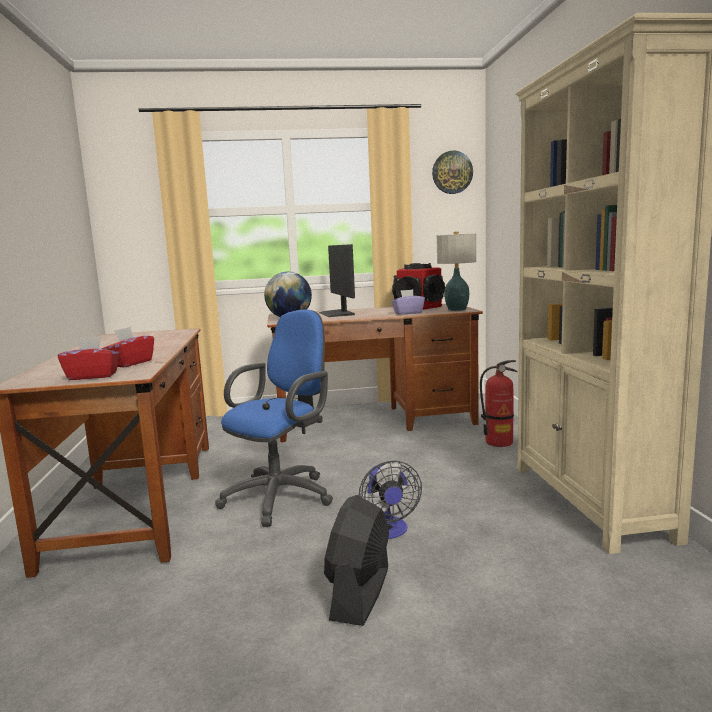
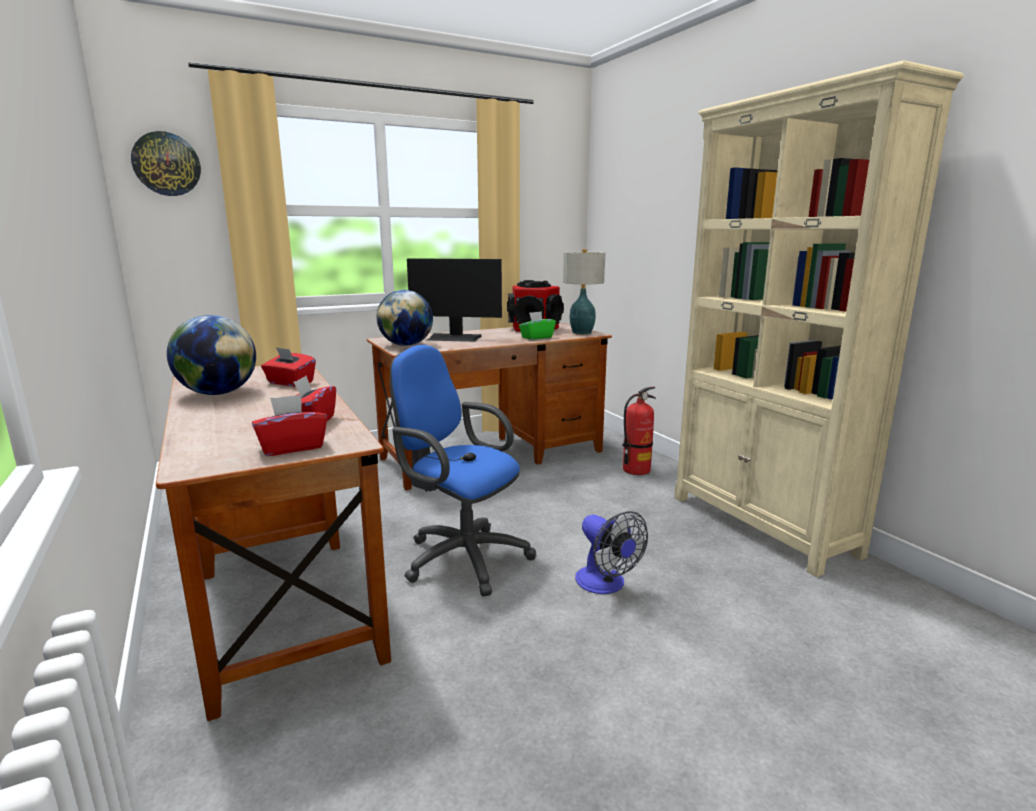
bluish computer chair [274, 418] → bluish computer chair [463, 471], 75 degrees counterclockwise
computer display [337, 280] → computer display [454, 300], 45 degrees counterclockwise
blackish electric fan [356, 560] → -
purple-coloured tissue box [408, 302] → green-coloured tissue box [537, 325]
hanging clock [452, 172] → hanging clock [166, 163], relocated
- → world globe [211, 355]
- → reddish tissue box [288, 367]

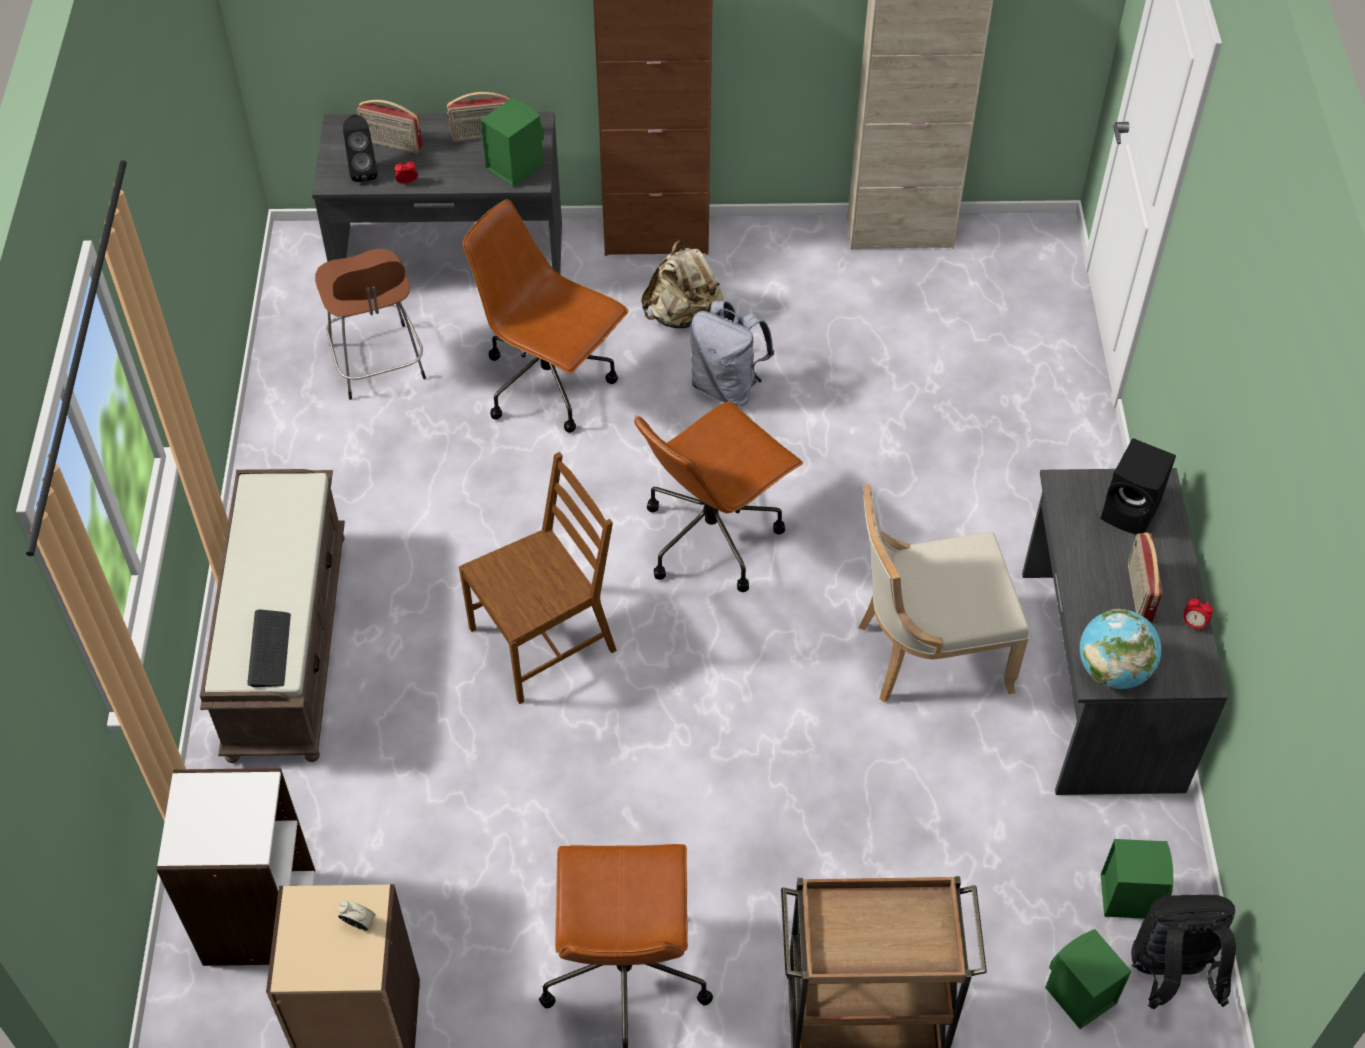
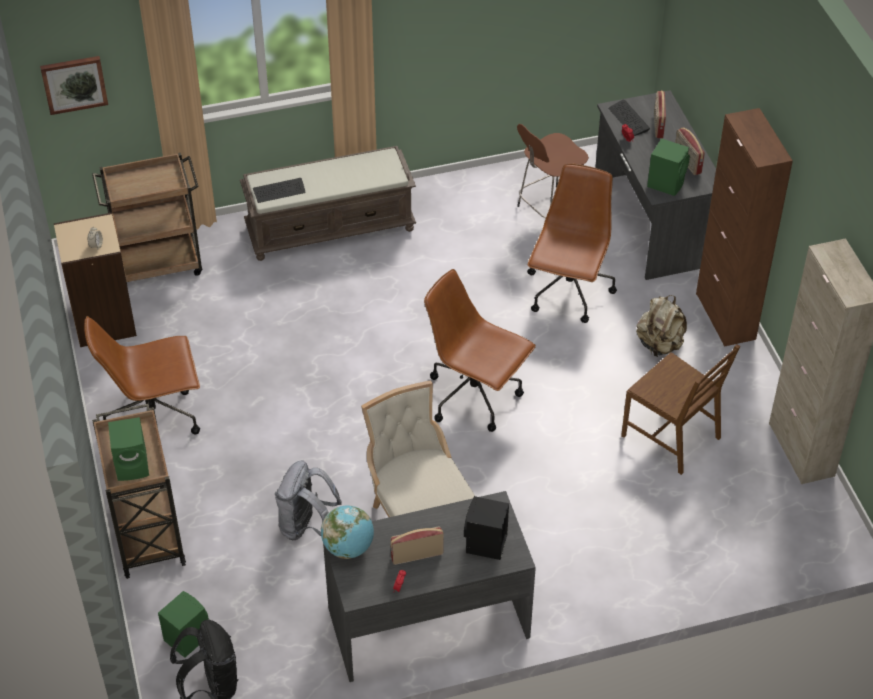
white bookcase [235, 867] → brown-coloured cart [147, 217]
blackish loudspeaker [360, 148] → PC keyboard [629, 118]
brown-coloured plain chair [538, 578] → brown-coloured plain chair [680, 409], relocated
gray backpack [732, 353] → gray backpack [308, 500], relocated
green-coloured loudspeaker [1137, 879] → green-coloured loudspeaker [128, 449], relocated
- → picture [74, 85]

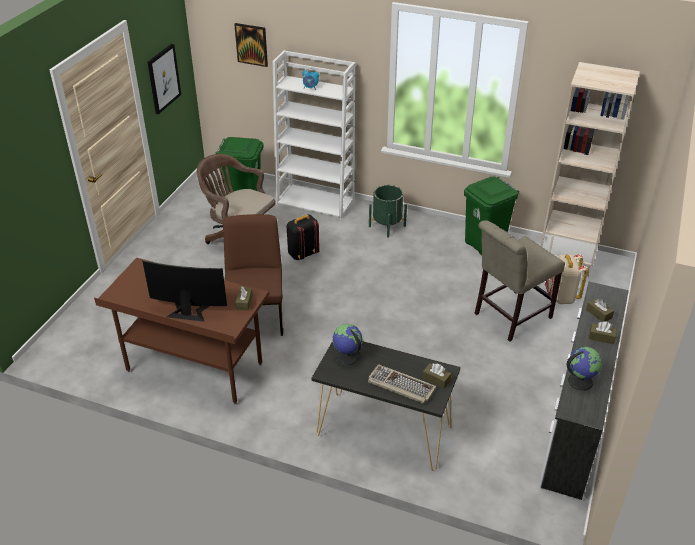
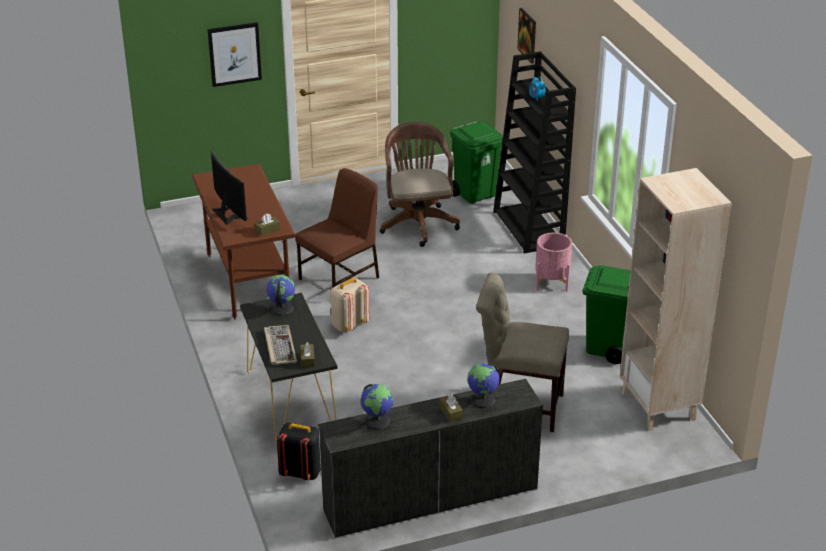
picture [164, 78] → picture [234, 54], relocated
white bookcase [314, 134] → blackish bookcase [534, 152]
blackish backpack [303, 237] → blackish backpack [299, 451], relocated
green-coloured plant pot [388, 211] → pink plant pot [553, 262]
beige backpack [566, 279] → beige backpack [350, 305], relocated
brown-coloured tissue box [600, 310] → world globe [483, 385]

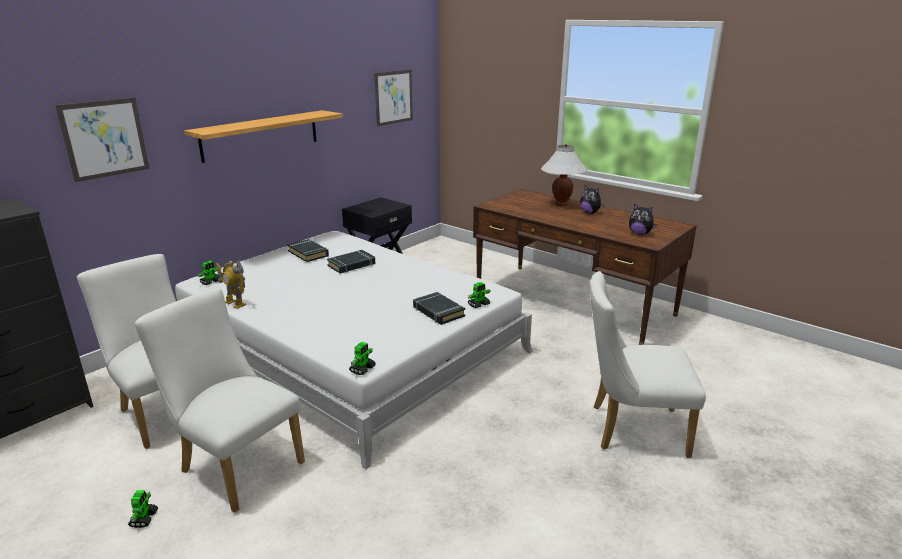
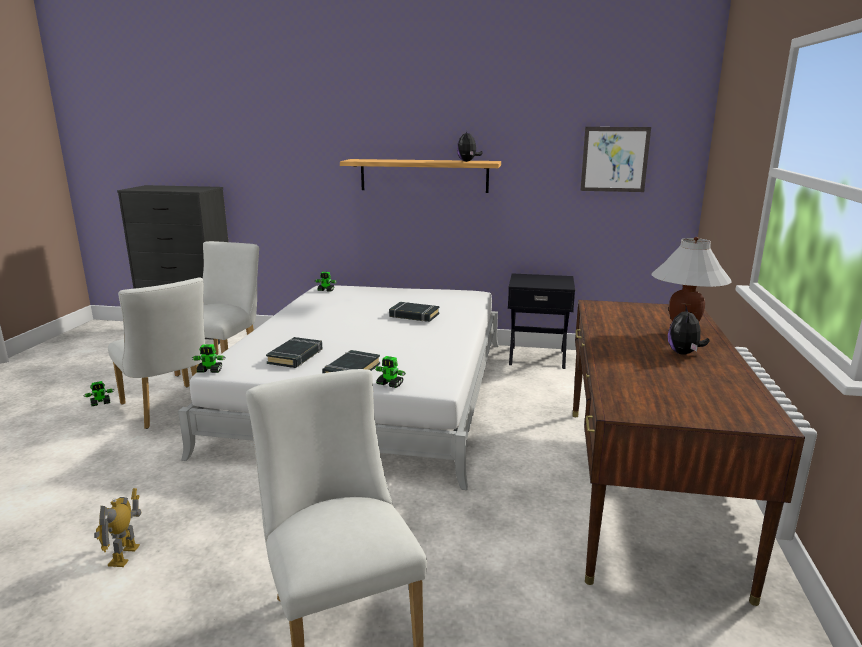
picture [102, 139] → -
white plain chair [220, 400] → white plain chair [156, 353], 135 degrees clockwise
toy robot [231, 284] → toy robot [117, 527], relocated
blackish volume [308, 250] → blackish volume [294, 352], relocated
soft toy [643, 219] → soft toy [470, 146], relocated

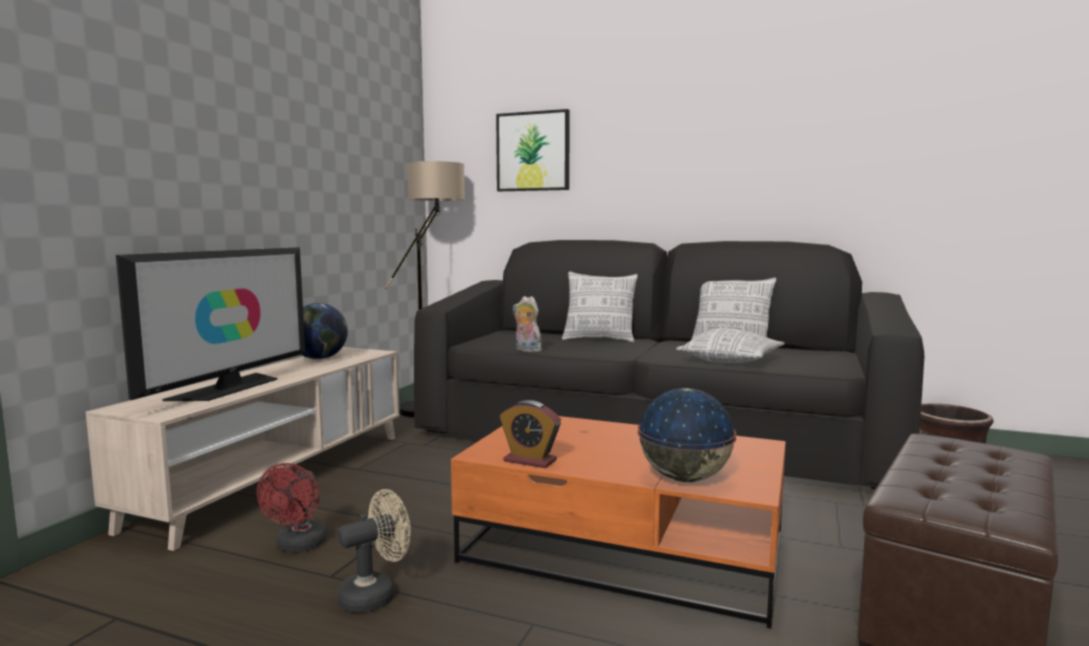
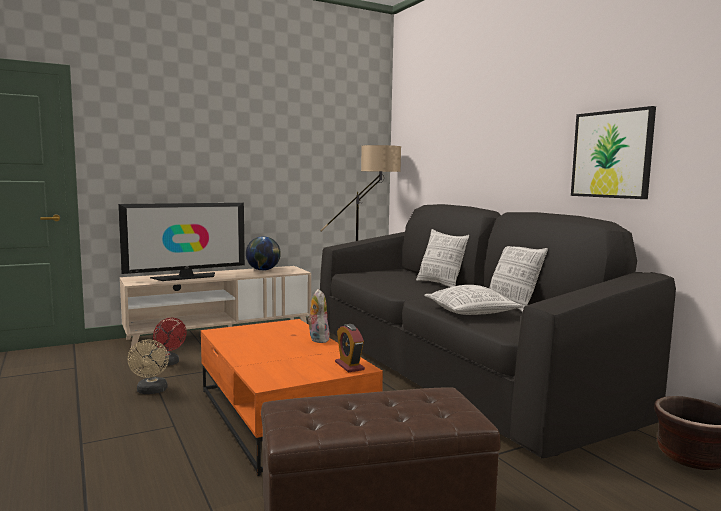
reddish electric fan [292, 507] → reddish electric fan [170, 342], 90 degrees counterclockwise
beige electric fan [374, 551] → beige electric fan [148, 367], 75 degrees clockwise
picture [533, 150] → picture [613, 152], relocated
table clock [530, 434] → table clock [350, 348], relocated
soft toy [527, 324] → soft toy [318, 316], relocated
world globe [687, 435] → -

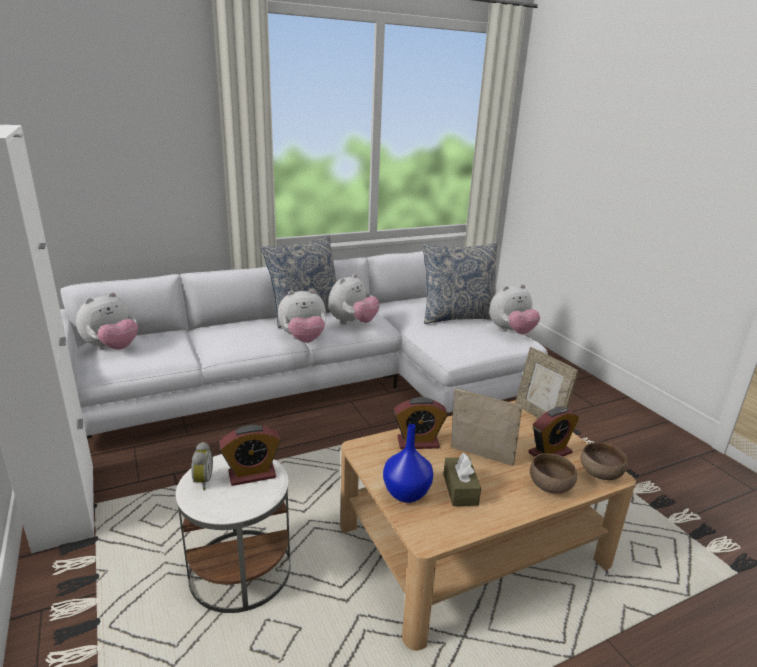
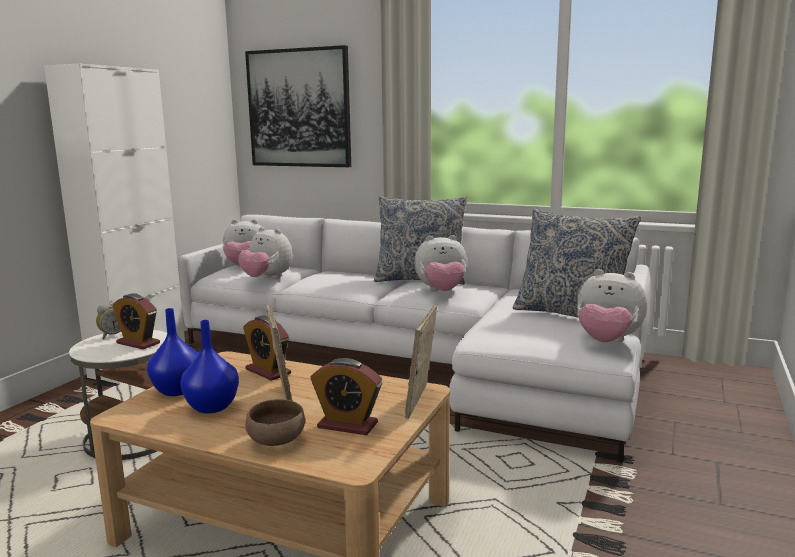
soft toy [302, 316] → soft toy [265, 253], relocated
brown-coloured tissue box [462, 479] → bluish decorative vase [209, 366]
brown-coloured serving bowl [604, 461] → -
- → picture [298, 106]

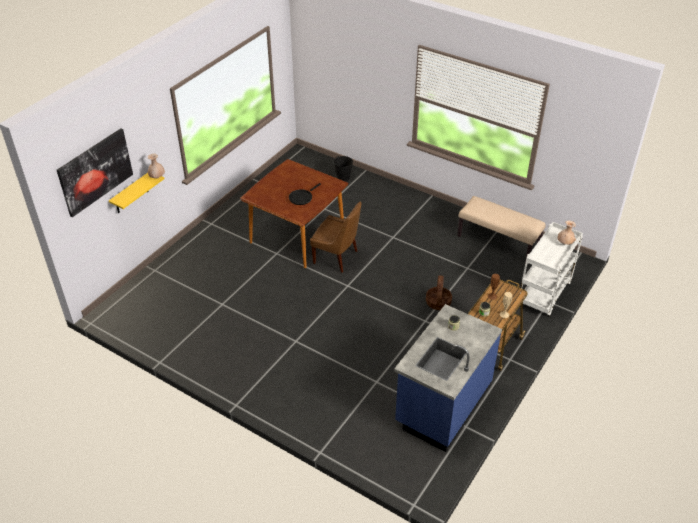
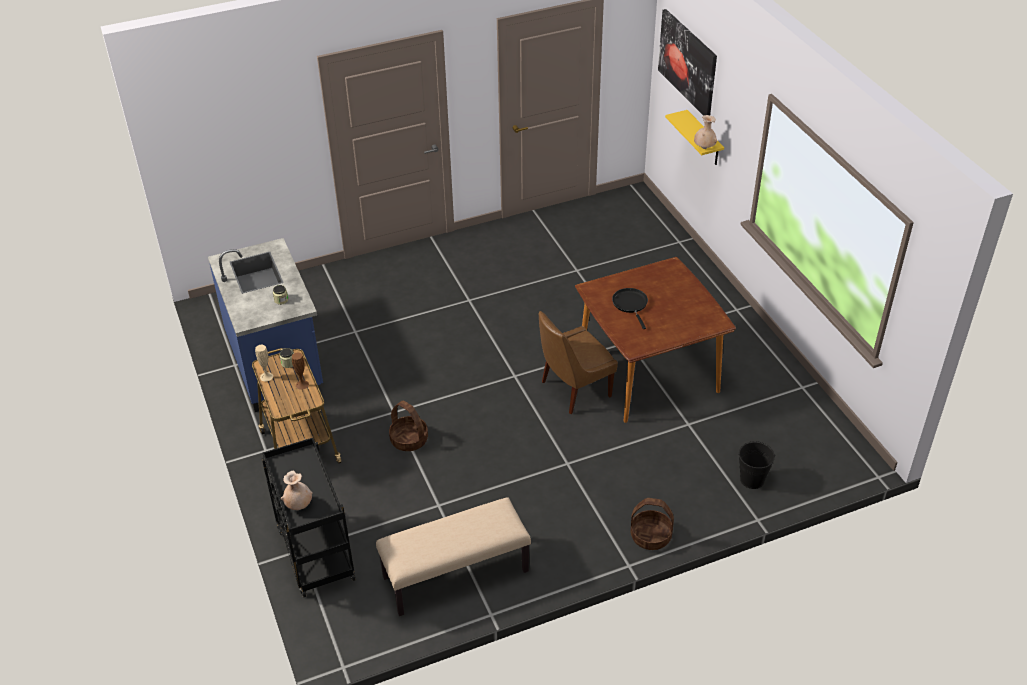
white cart [551, 269] → blackish cart [309, 518]
- → basket [652, 524]

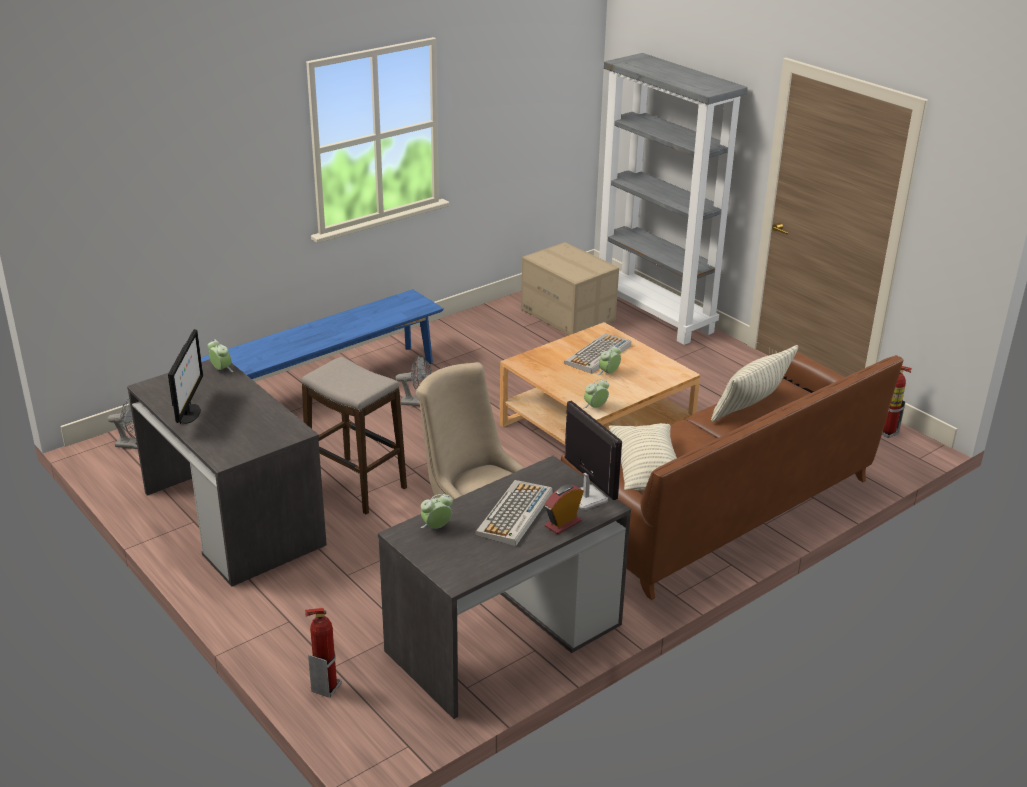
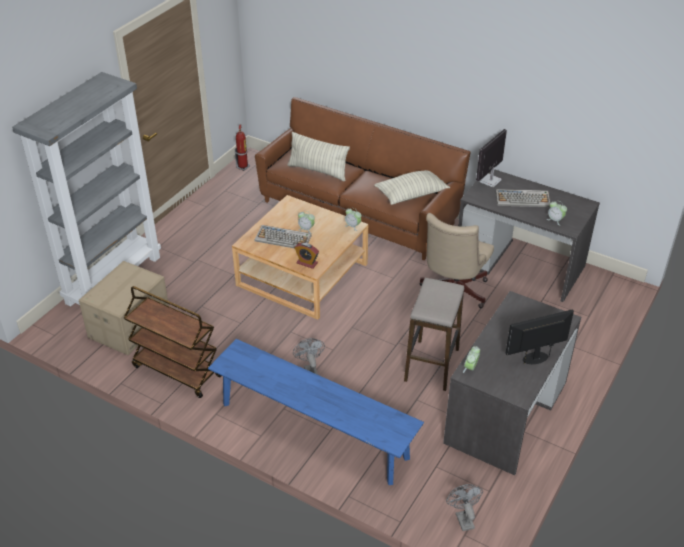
fire-fighting cylinder [323, 653] → -
table clock [564, 509] → table clock [306, 256], relocated
- → brown-coloured cart [172, 342]

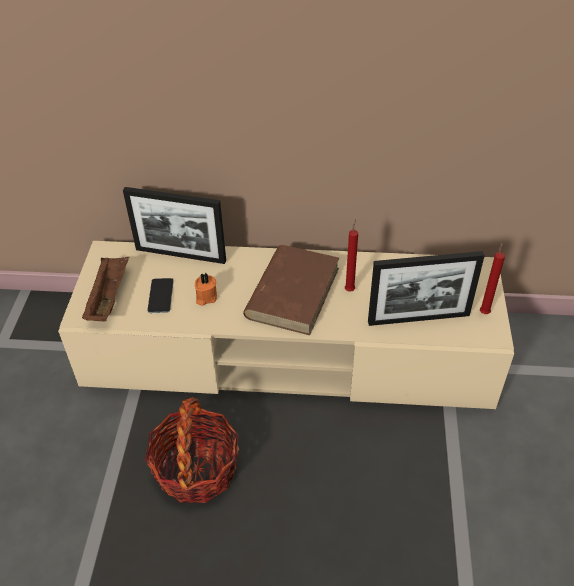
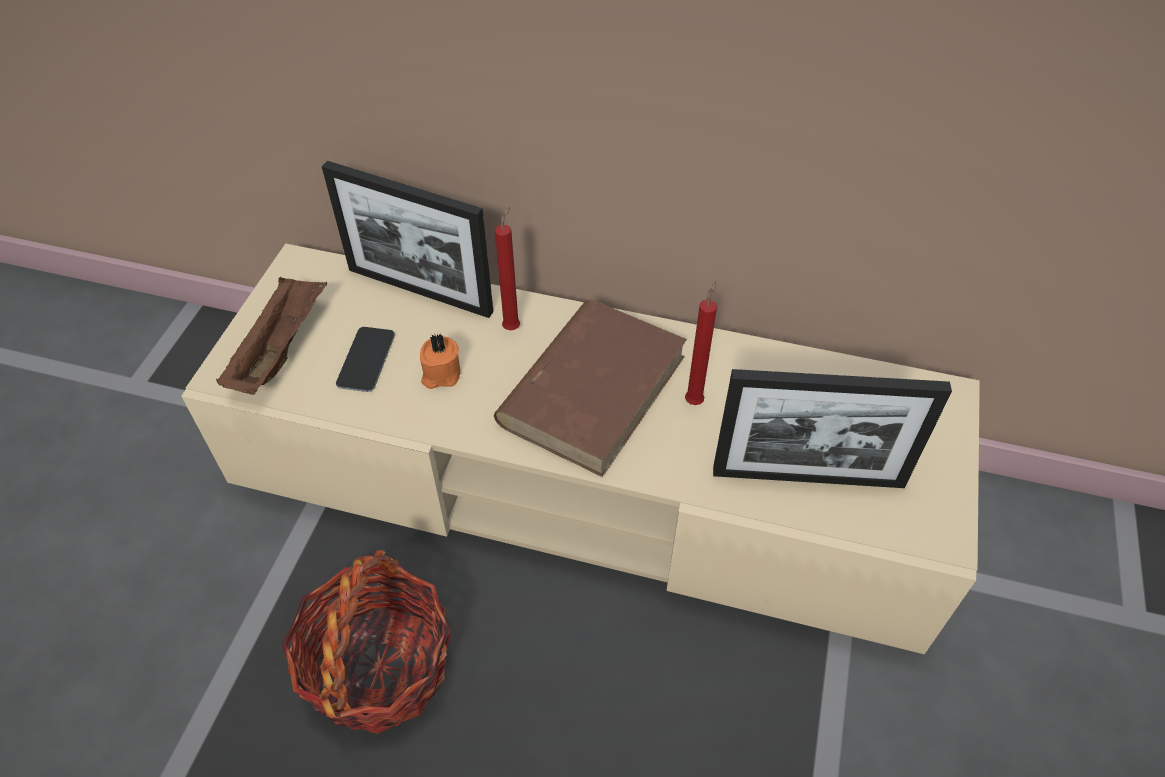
reddish wax candle [492, 277] → reddish wax candle [507, 268], relocated

